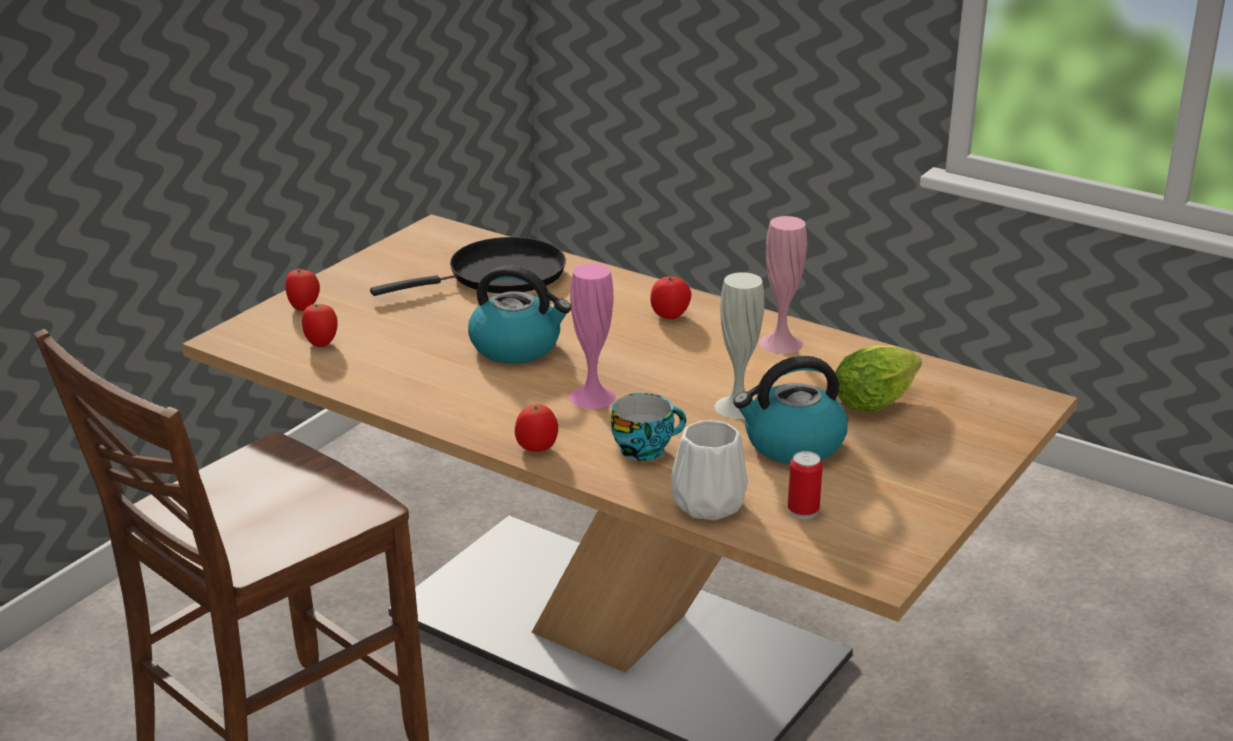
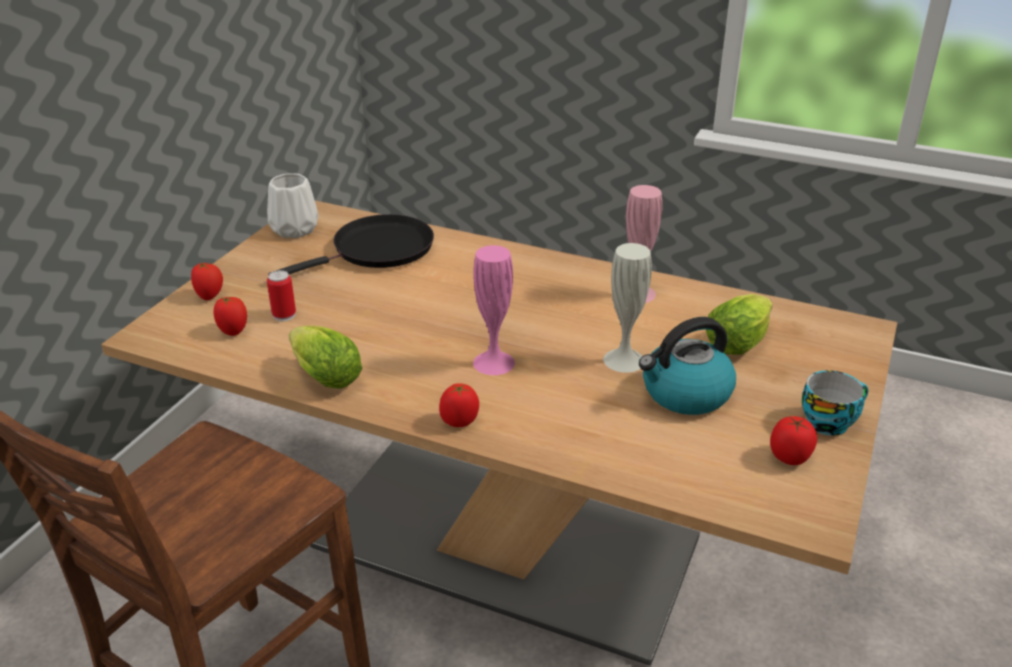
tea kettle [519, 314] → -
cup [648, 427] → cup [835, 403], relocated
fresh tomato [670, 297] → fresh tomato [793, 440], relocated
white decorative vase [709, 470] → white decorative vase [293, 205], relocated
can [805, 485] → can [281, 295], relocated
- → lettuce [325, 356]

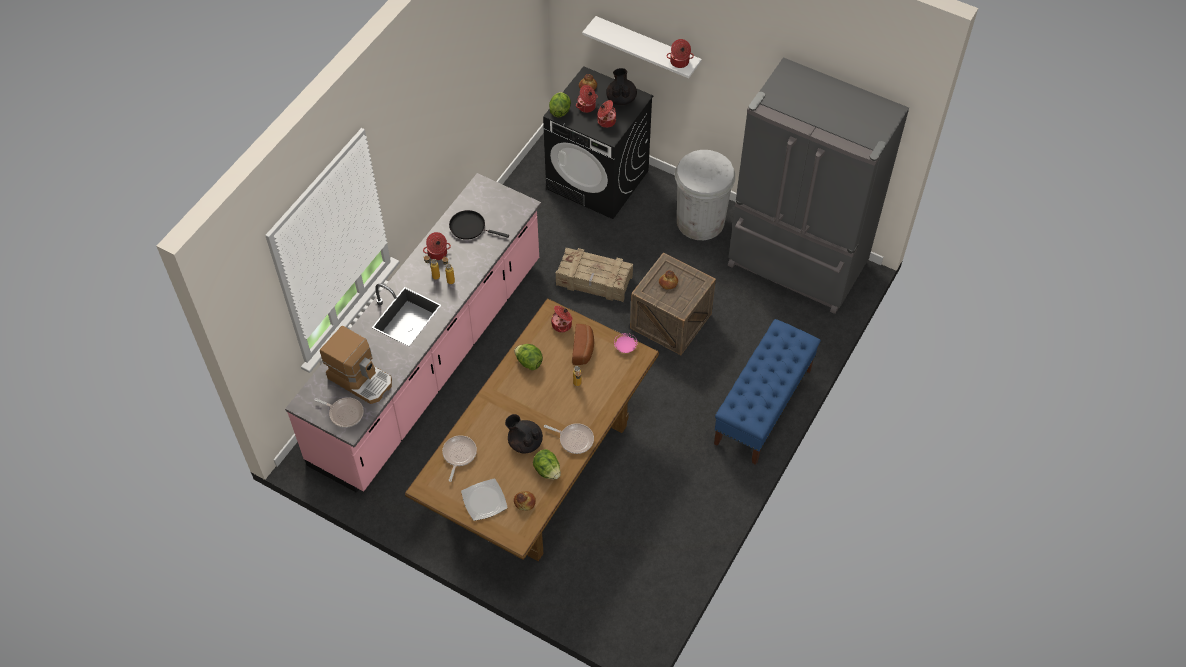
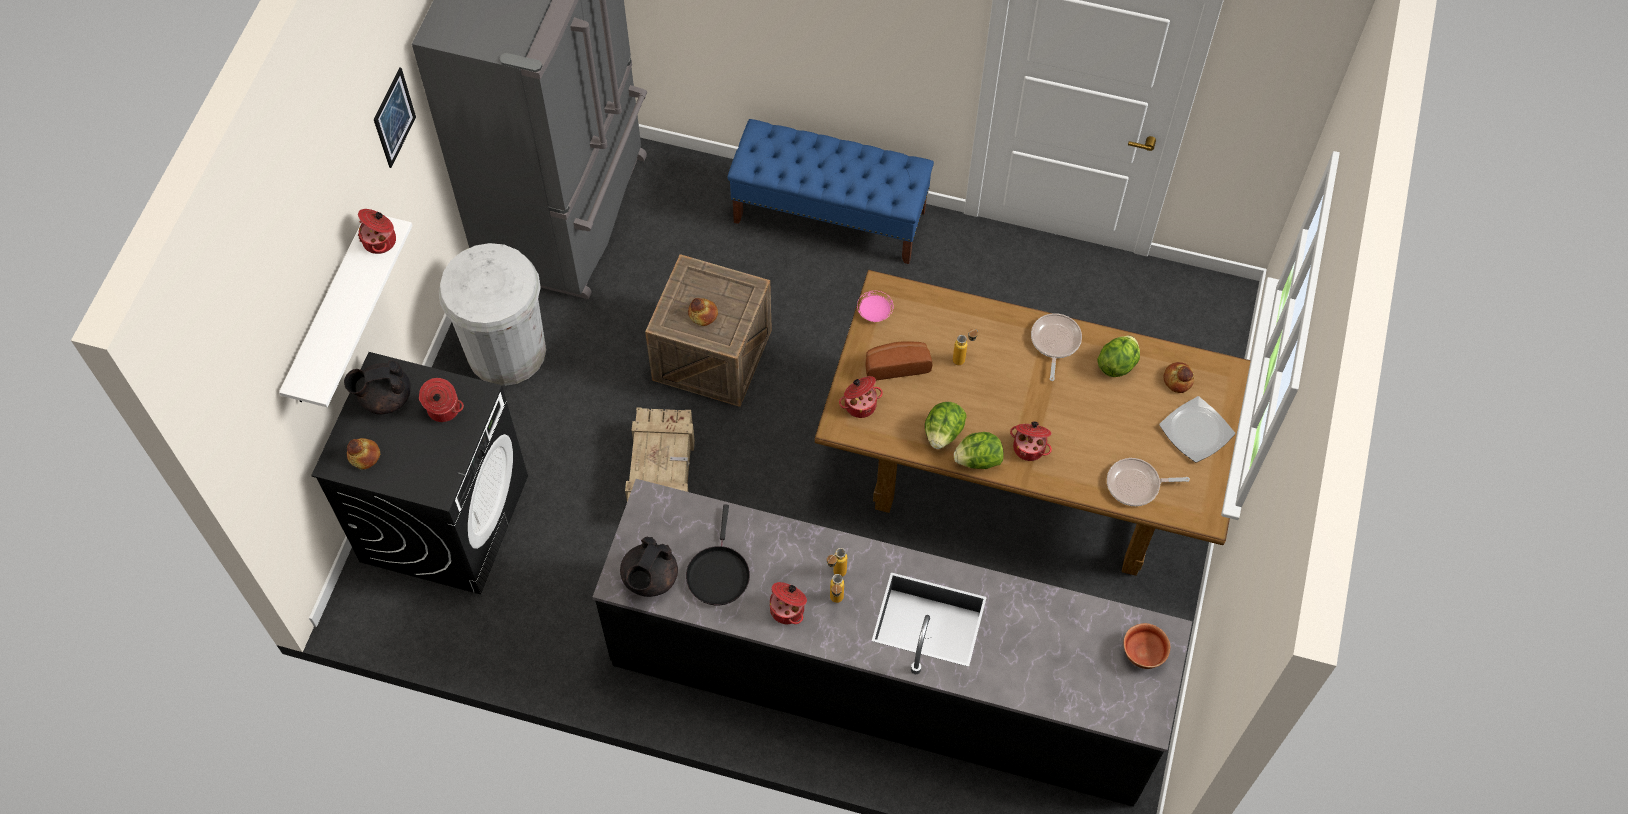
pink counter [413, 333] → blackish counter [892, 643]
pan [339, 412] → serving bowl [1147, 646]
coffee machine [356, 365] → -
blackish tea pot [524, 434] → blackish tea pot [649, 567], relocated
lettuce [560, 104] → lettuce [979, 450], relocated
saucepot [587, 99] → saucepot [1031, 441], relocated
- → picture [395, 117]

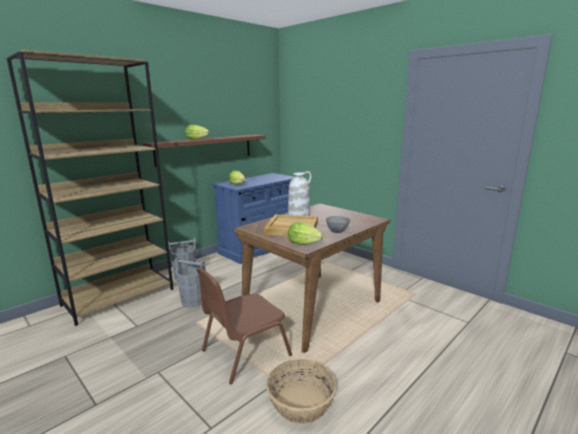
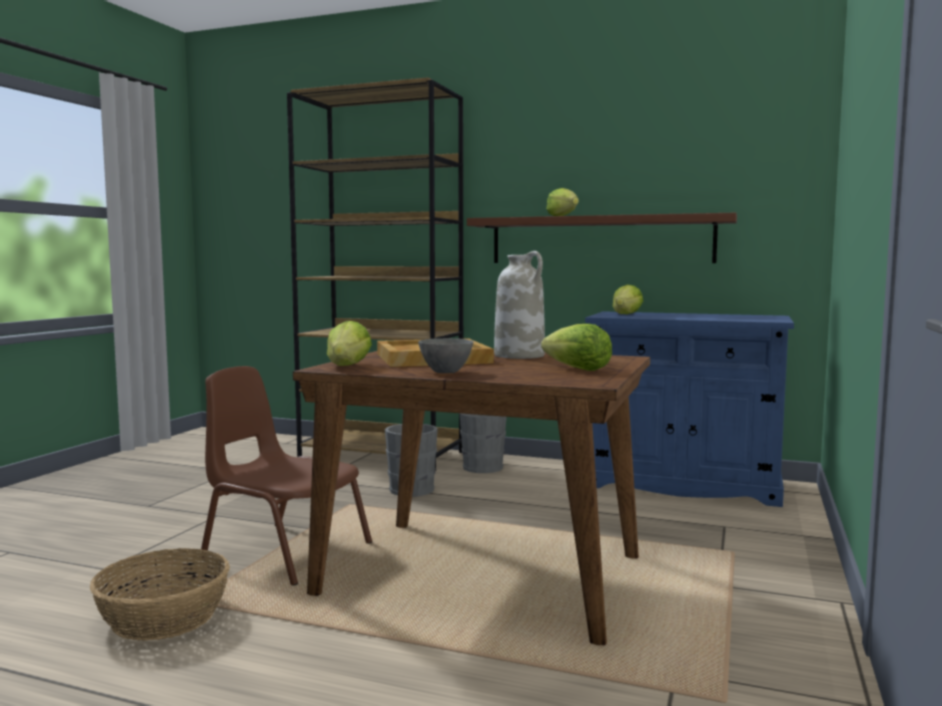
- → lettuce [576, 347]

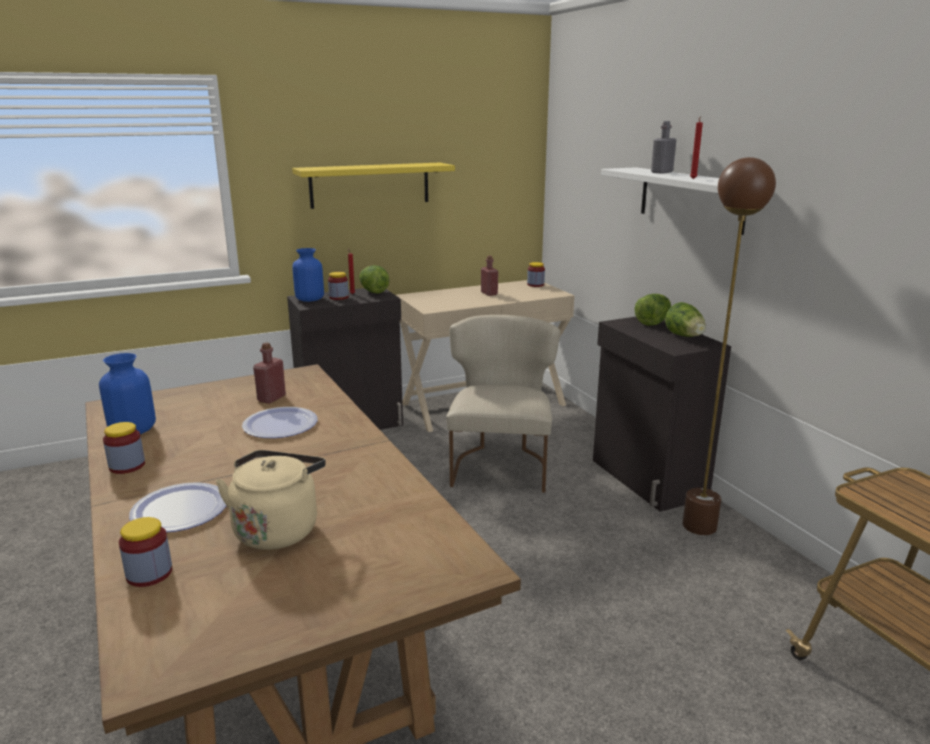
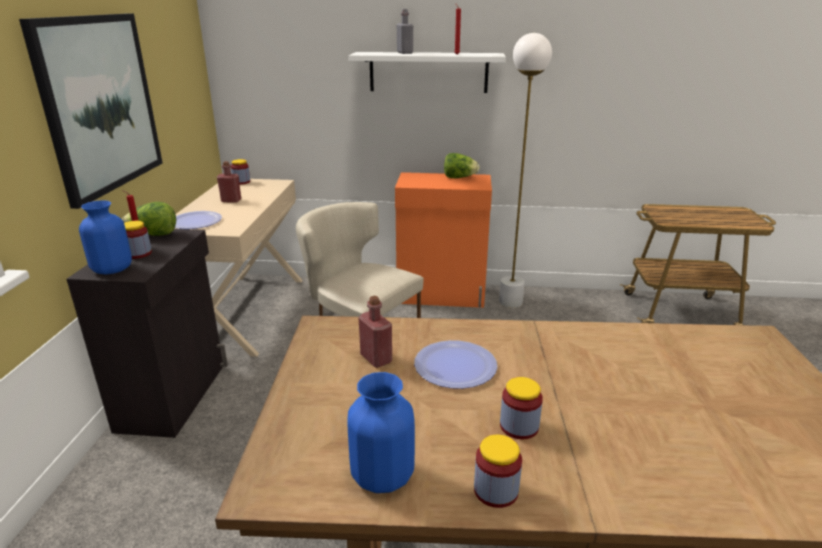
preserve jar [145, 552] → preserve jar [521, 408], relocated
dinner plate [177, 507] → dinner plate [198, 220], relocated
beige tea kettle [271, 500] → -
yellow bracket shelf [373, 186] → picture [91, 111]
blackish cupboard [662, 414] → orange cupboard [443, 240]
lettuce [652, 310] → -
brown-coloured floor lamp [729, 346] → white floor lamp [525, 170]

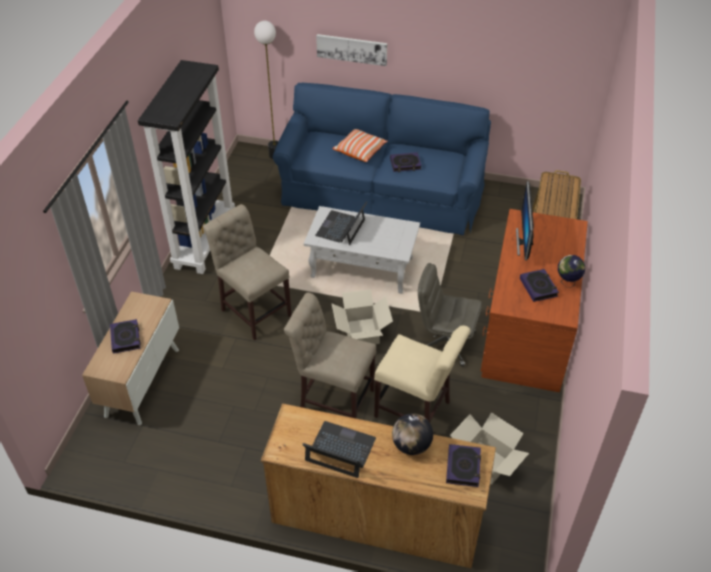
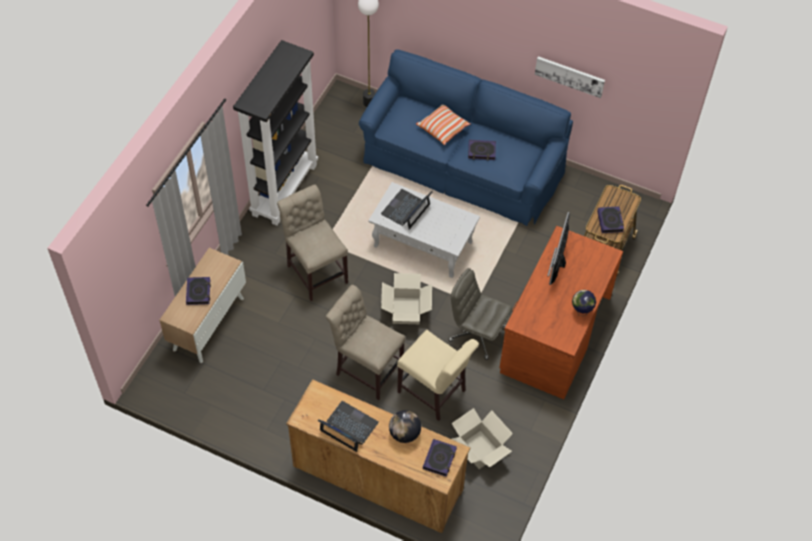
picture [351, 50] → picture [570, 77], relocated
volume [539, 285] → volume [610, 219], relocated

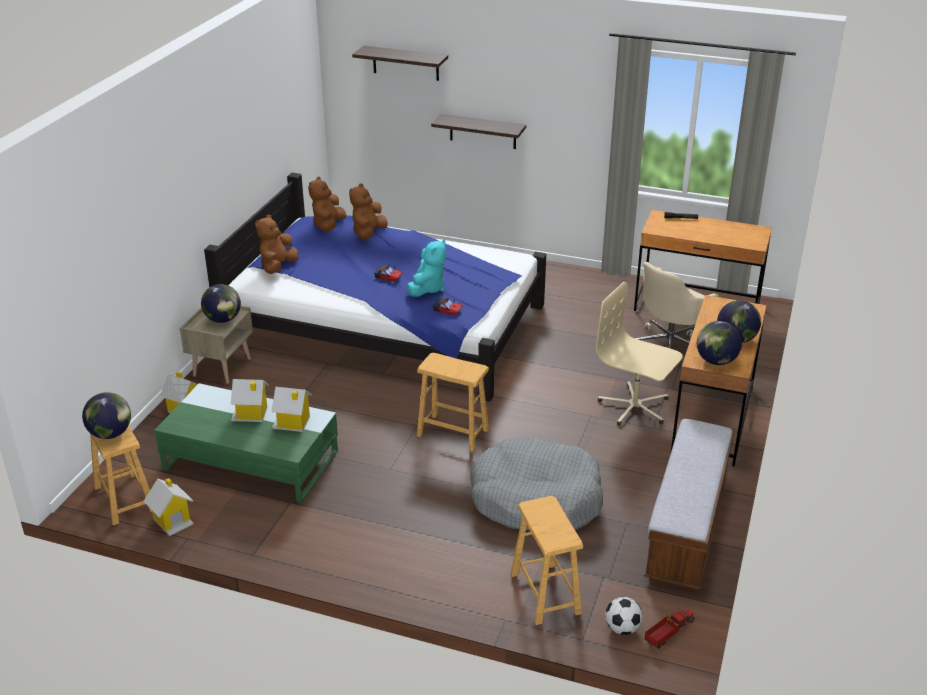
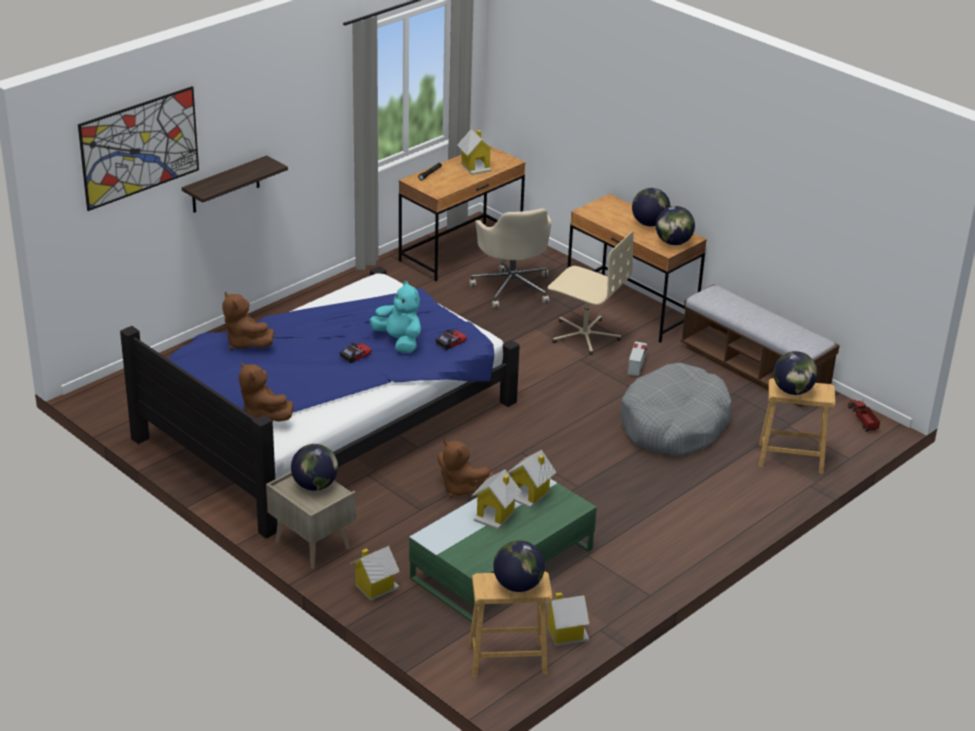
brown-coloured soft toy [327, 204] → brown-coloured soft toy [465, 468], relocated
bracket shelf [400, 63] → picture [138, 148]
brown-coloured sitting stool [453, 402] → -
beige computer chair [639, 354] → beige computer chair [590, 293], 120 degrees counterclockwise
ball for football [624, 616] → -
- → toy house [476, 152]
- → toy truck [637, 358]
- → world globe [795, 373]

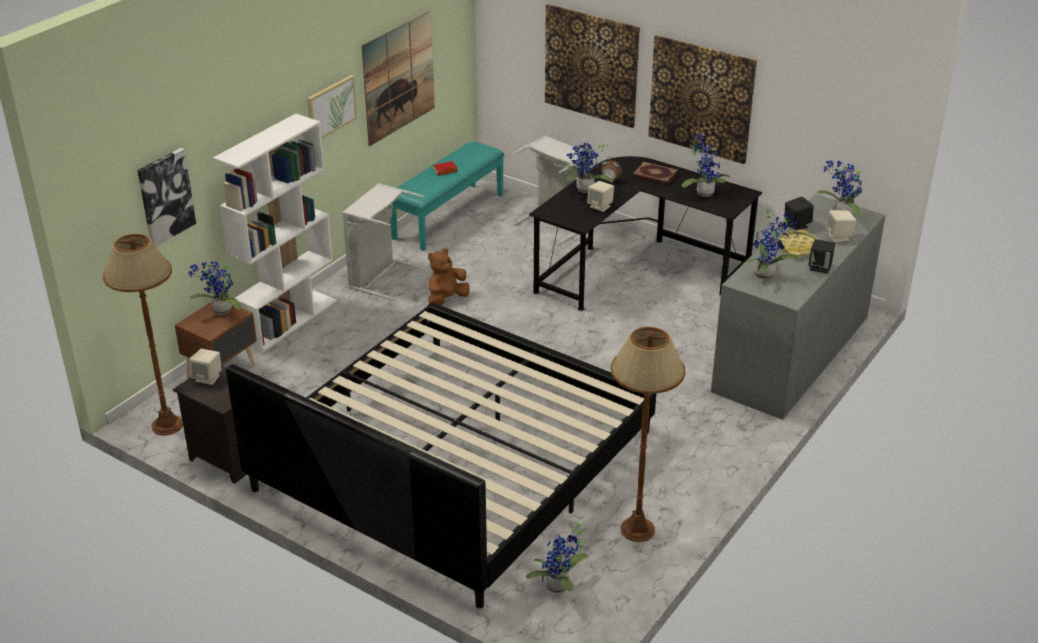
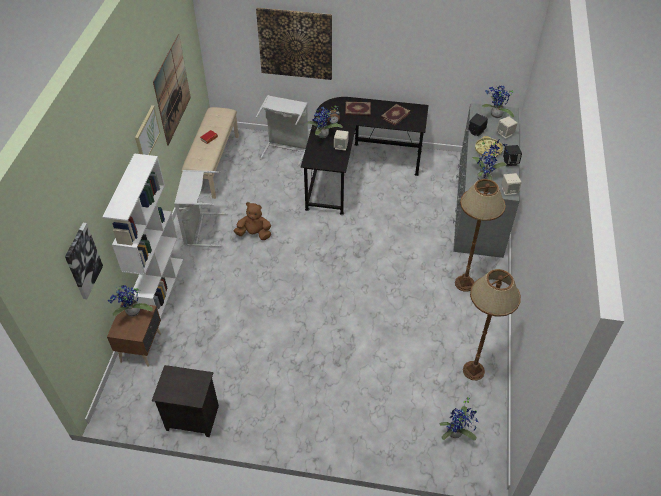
brown-coloured floor lamp [143, 335] → brown-coloured floor lamp [480, 235], relocated
beige loudspeaker [205, 367] → beige loudspeaker [511, 184], relocated
sleeping bed [441, 455] → -
turquoise-coloured long seat [447, 196] → beige long seat [210, 153]
brown-coloured soft toy [449, 277] → brown-coloured soft toy [252, 221], 75 degrees clockwise
picture [702, 99] → -
potted plant [706, 165] → volume [395, 115]

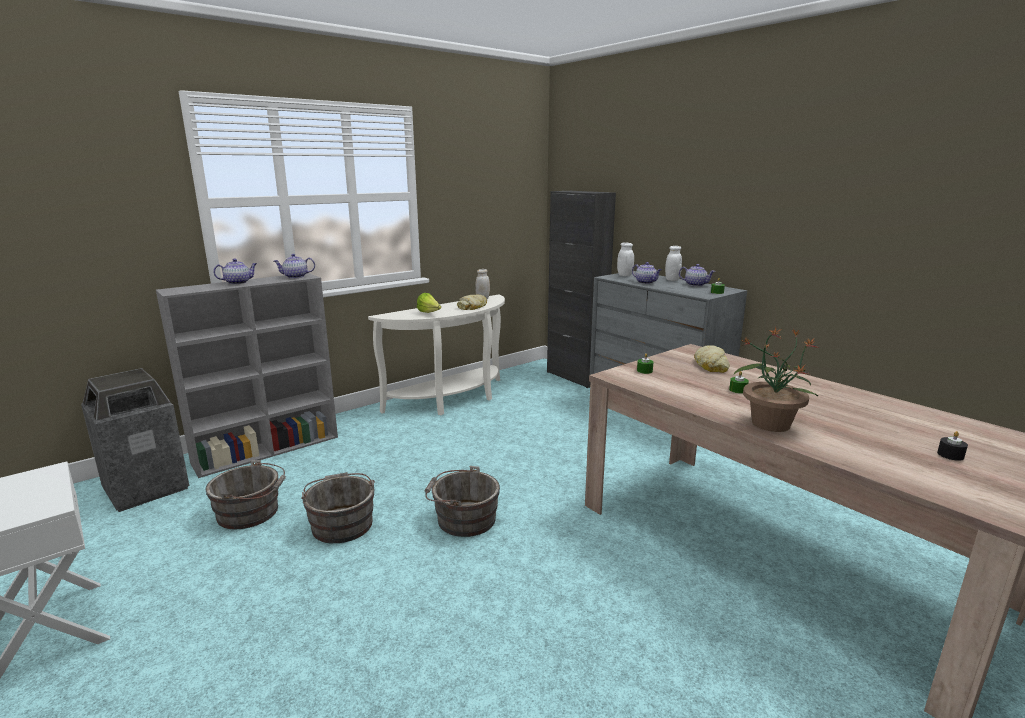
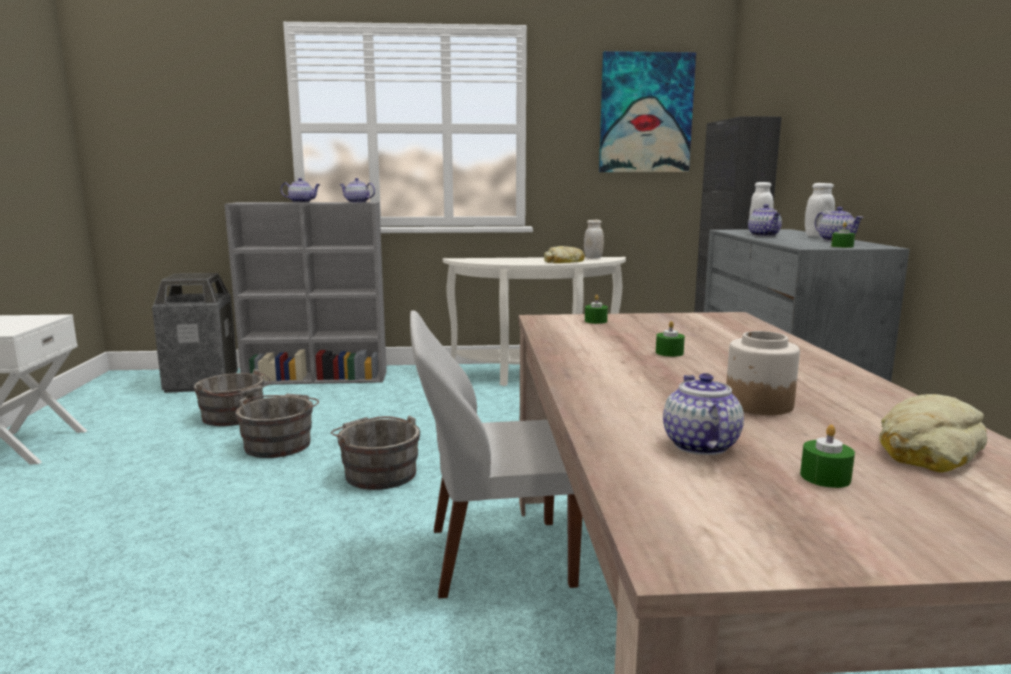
lettuce [429, 303] → -
baked bread [712, 359] → baked bread [933, 433], relocated
potted plant [776, 379] → -
blackish wax candle [952, 446] → green-coloured wax candle [827, 456]
- → white plain chair [496, 454]
- → picture [647, 111]
- → tea pot [703, 414]
- → preserve jar [763, 373]

